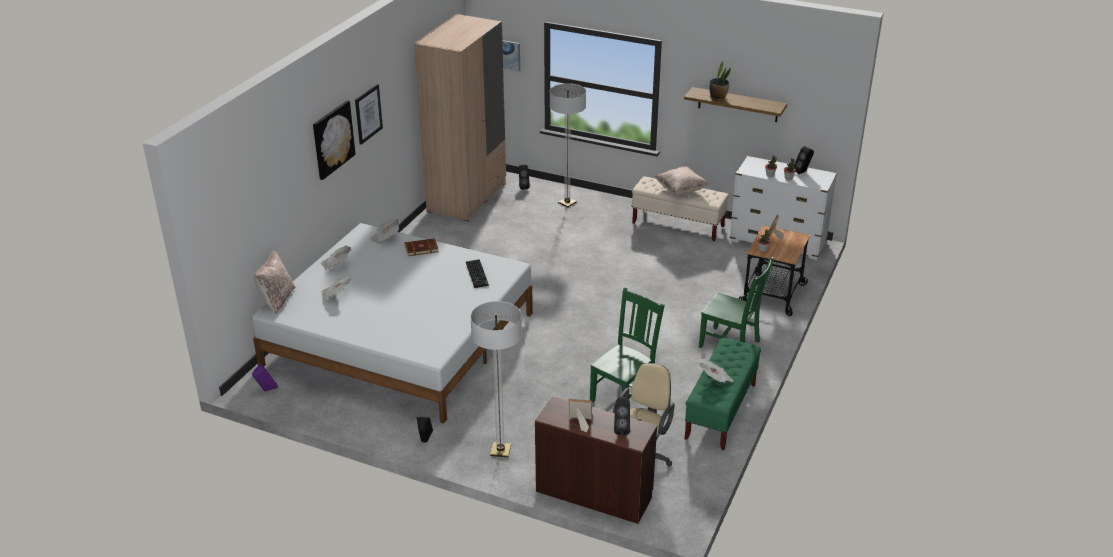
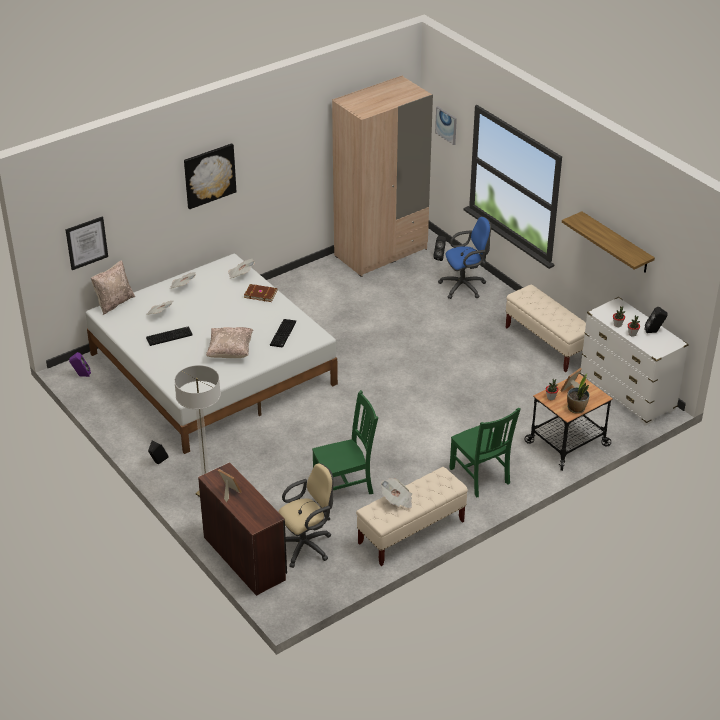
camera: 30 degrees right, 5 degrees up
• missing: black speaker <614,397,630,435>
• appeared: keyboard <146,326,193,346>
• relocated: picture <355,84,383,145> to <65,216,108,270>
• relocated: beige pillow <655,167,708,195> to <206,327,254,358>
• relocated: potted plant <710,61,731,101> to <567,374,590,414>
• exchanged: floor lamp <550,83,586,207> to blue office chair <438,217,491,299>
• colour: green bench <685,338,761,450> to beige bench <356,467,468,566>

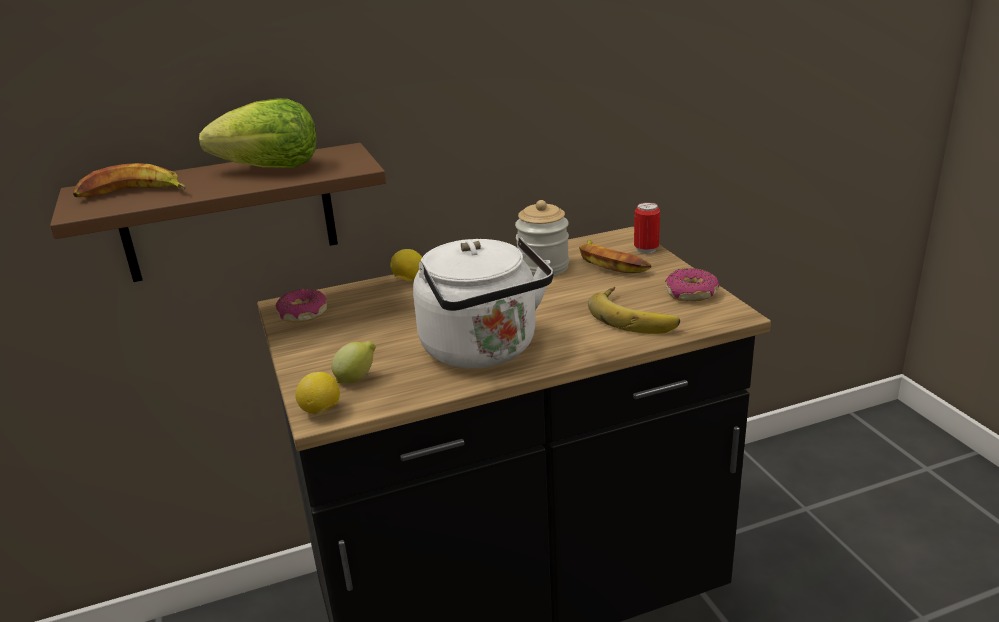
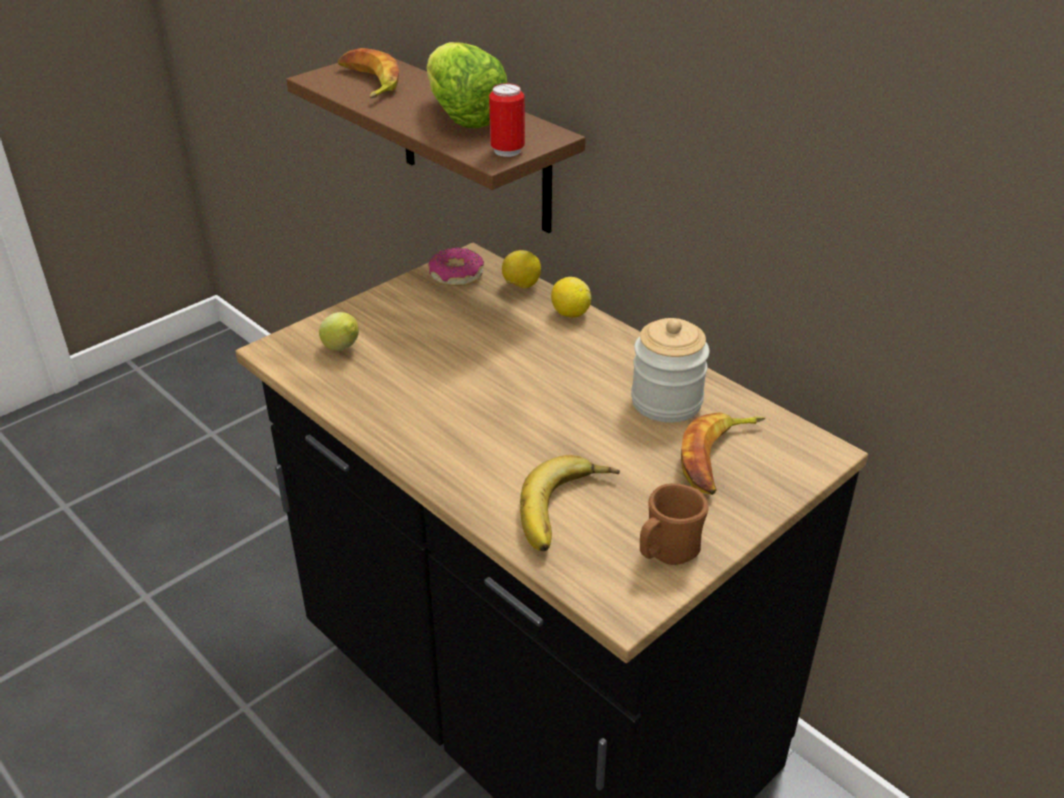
camera: 65 degrees right, 10 degrees up
• missing: white kettle <413,237,553,368>
• relocated: lemon <295,372,340,414> to <502,250,541,288>
• relocated: can <634,202,660,254> to <489,83,525,157>
• exchanged: donut <665,268,719,301> to brown mug <640,483,709,565>

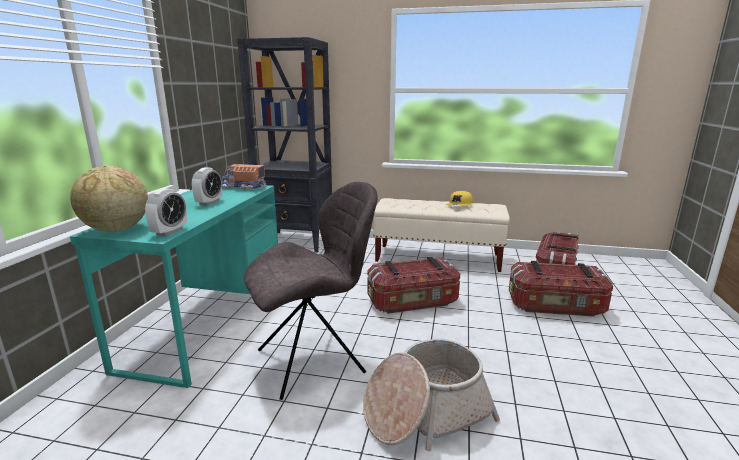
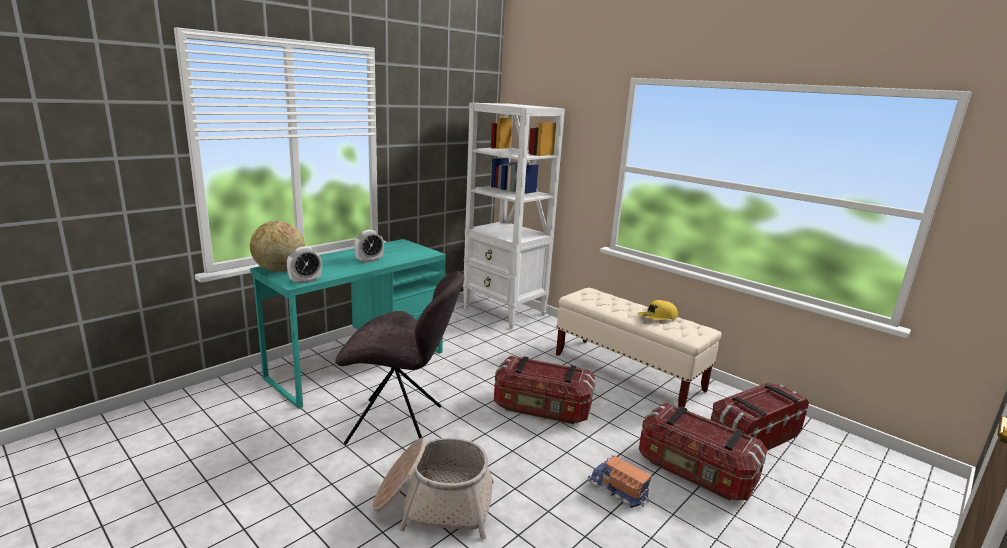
camera: 30 degrees right, 0 degrees up
• relocated: toy truck <221,164,267,190> to <588,455,652,508>
• colour: black bookcase <237,37,332,253> to white bookcase <463,103,565,329>

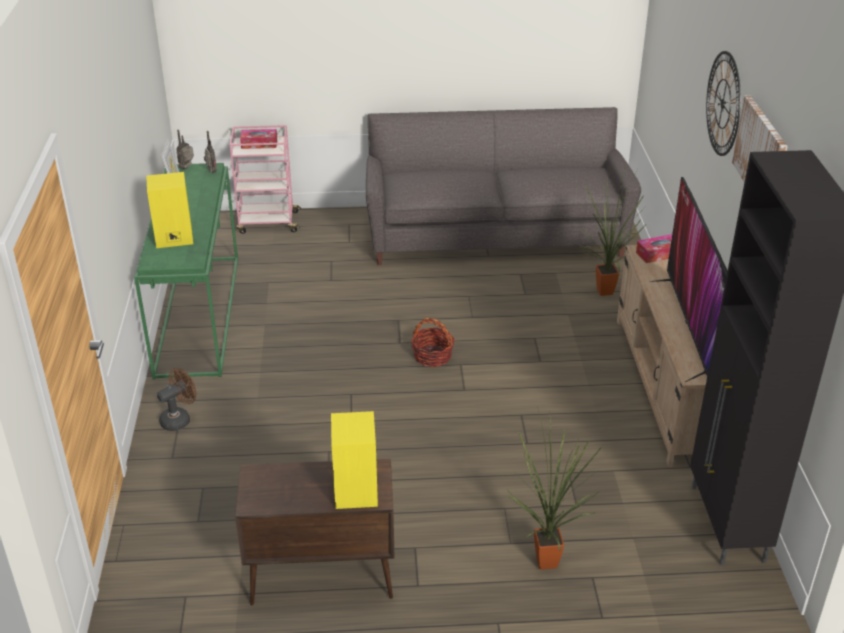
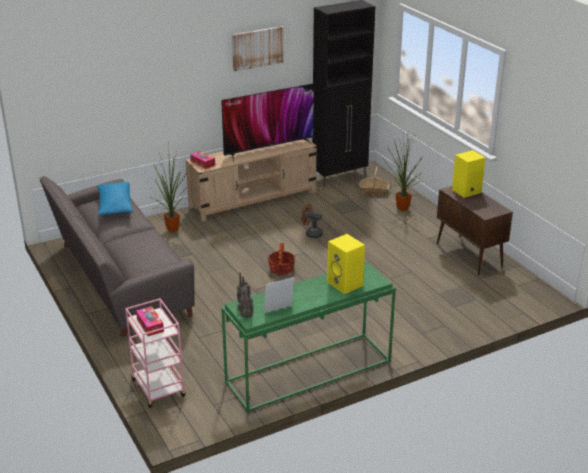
camera: 115 degrees left, 5 degrees down
• missing: wall clock <706,51,741,156>
• appeared: blue pillow <97,182,133,215>
• appeared: basket <359,166,390,195>
• relocated: brown fan <157,368,196,431> to <301,204,323,238>

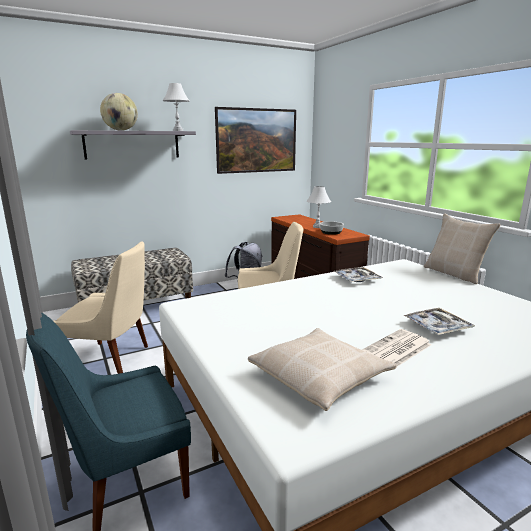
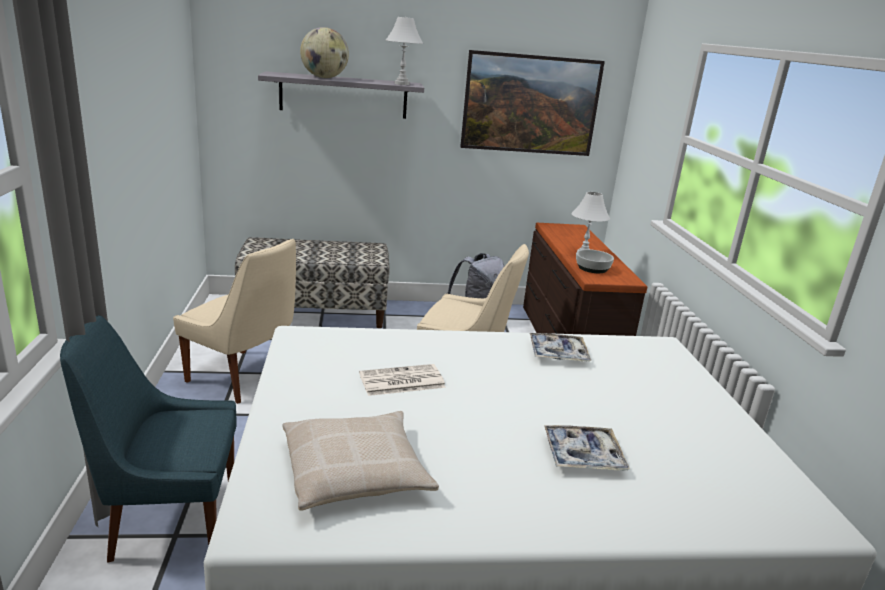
camera: 20 degrees right, 5 degrees up
• missing: beige pillow <424,213,500,284>
• relocated: newspaper <362,329,431,367> to <359,364,446,396>

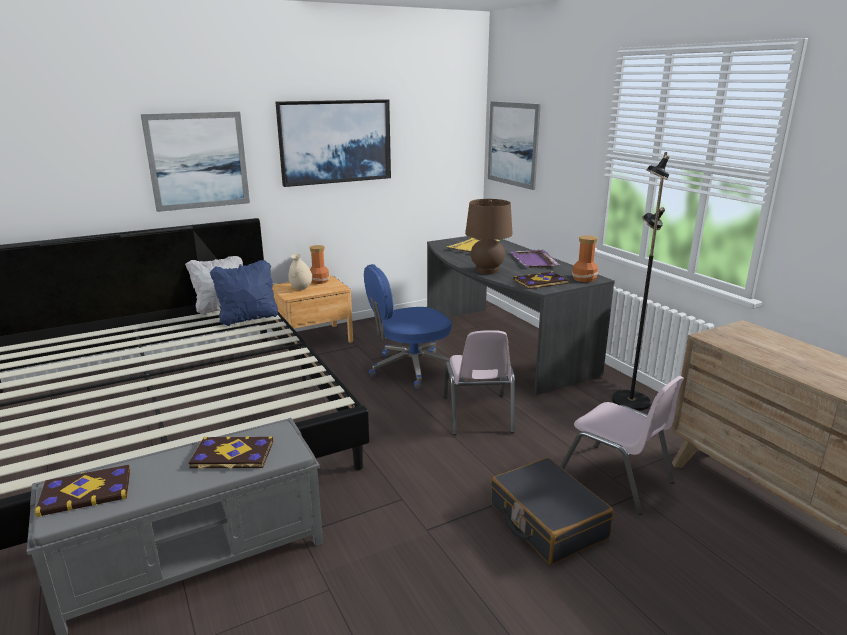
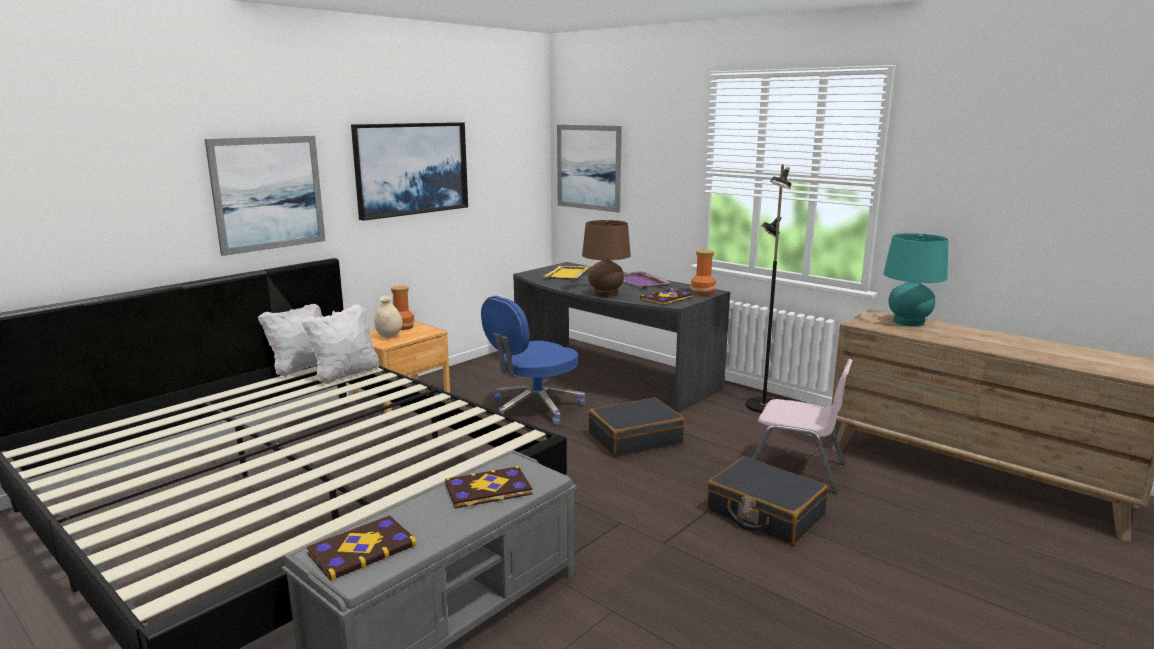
camera: 20 degrees left, 5 degrees down
• appeared: turquoise table lamp <883,233,949,327>
• exchanged: pink chair <444,330,515,435> to black suitcase <589,397,685,457>
• colour: blue pillow <210,260,278,326> to white pillow <301,304,379,385>

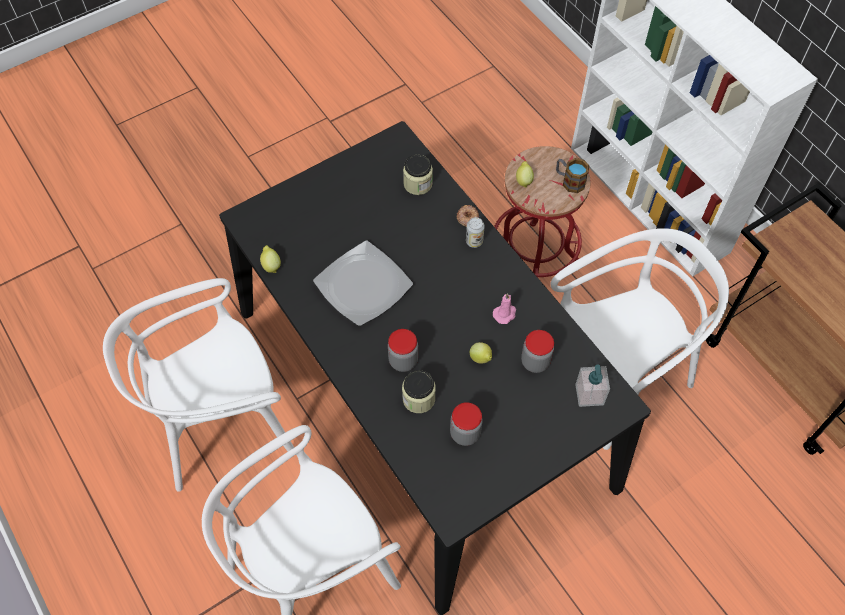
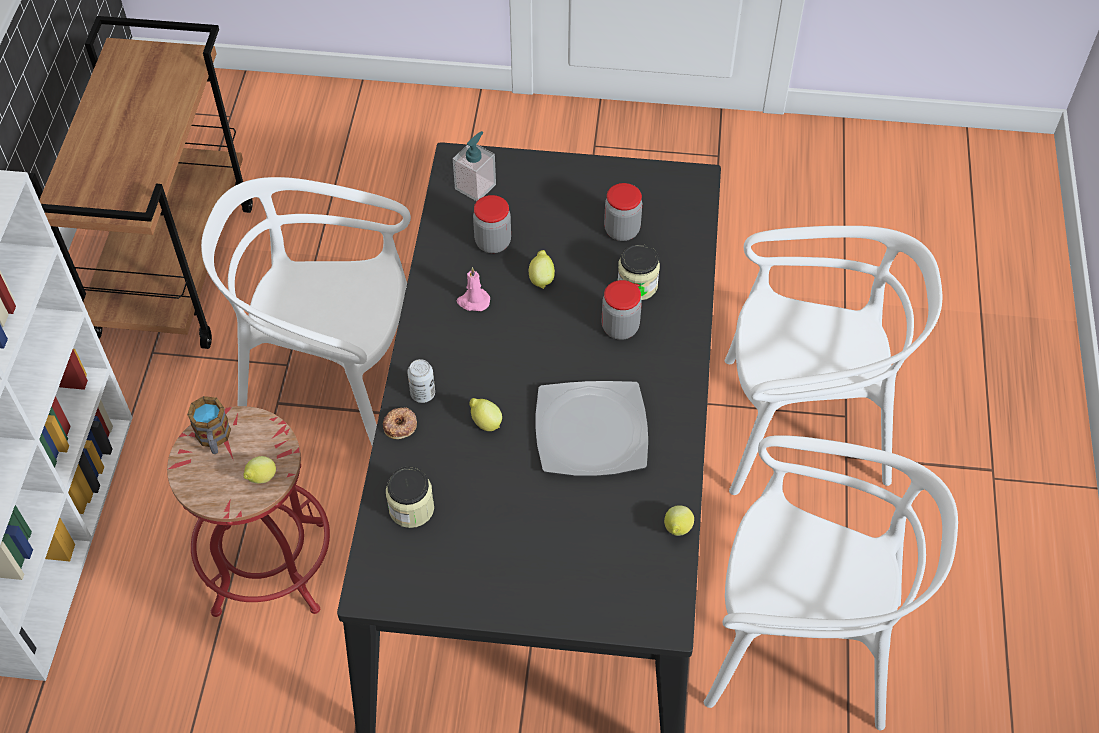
camera: 140 degrees left, 5 degrees down
• appeared: lemon <469,398,502,431>

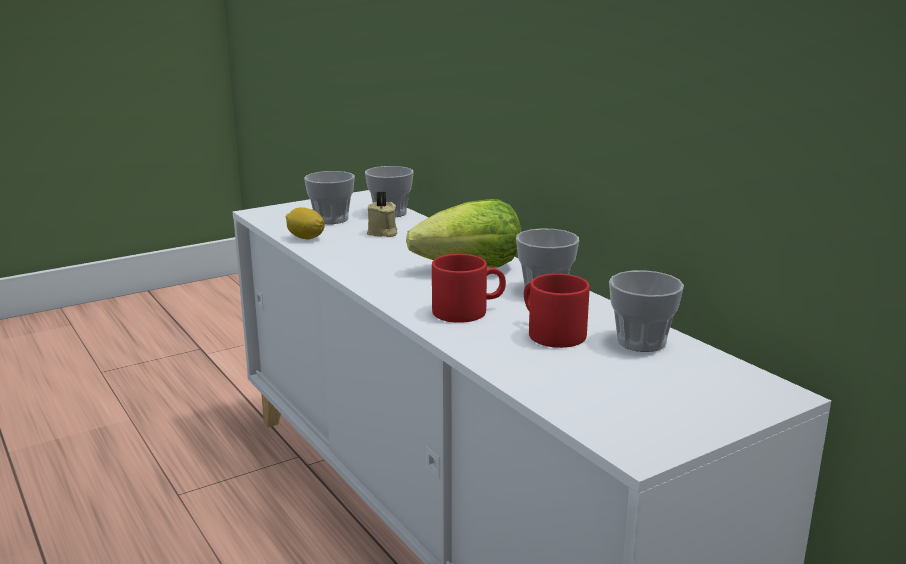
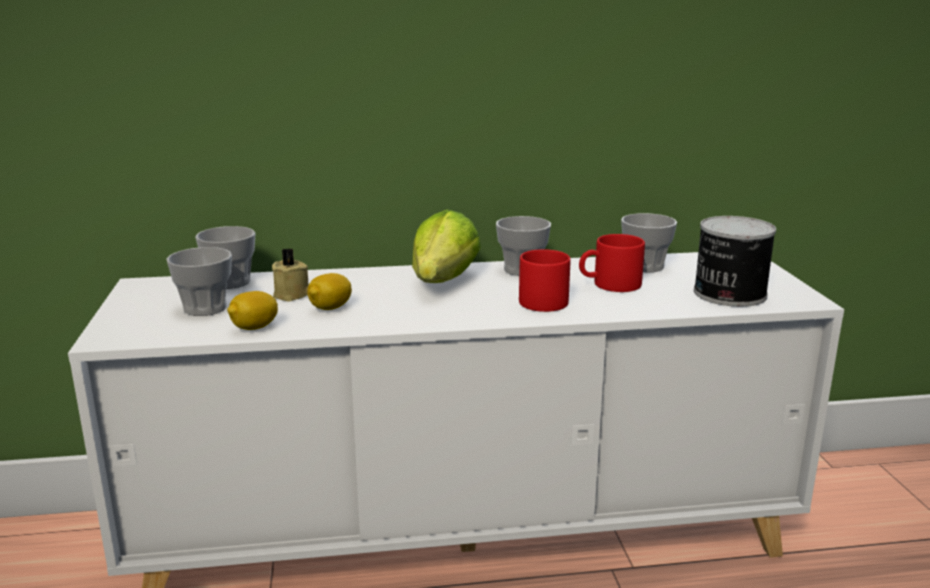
camera: 65 degrees left, 0 degrees up
• appeared: lemon <307,273,352,310>
• appeared: can <694,216,776,307>

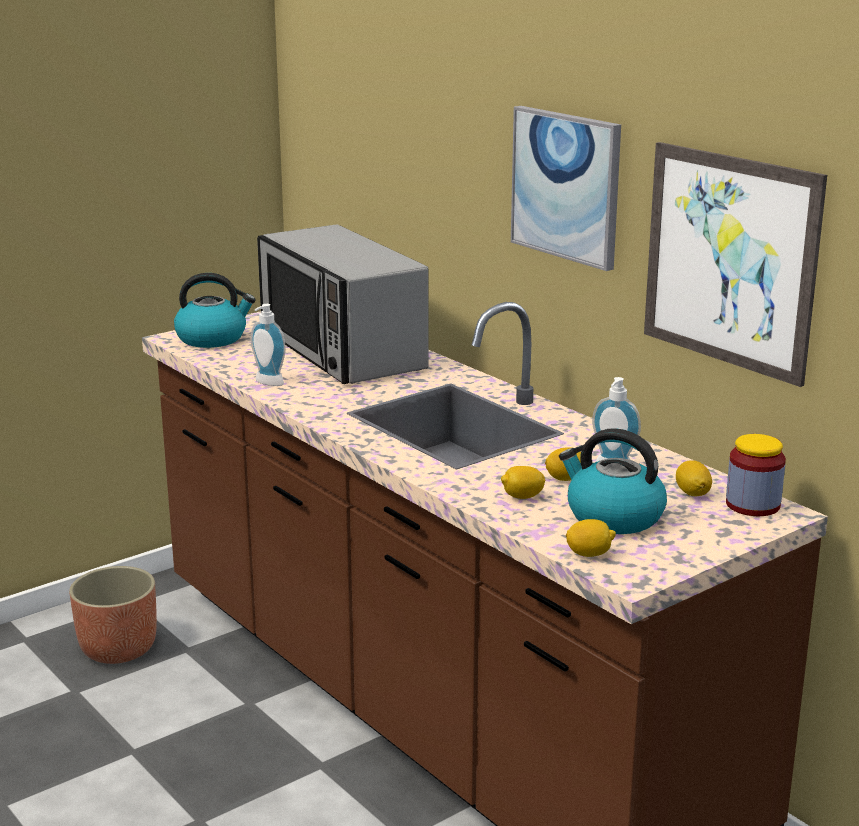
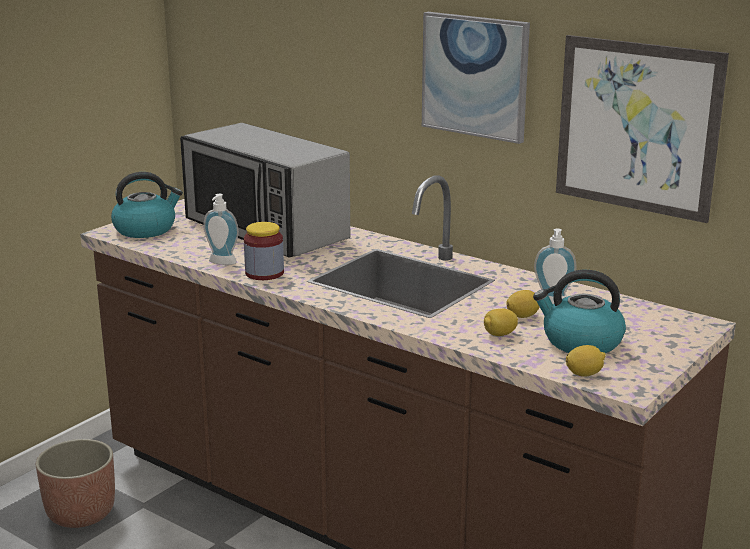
camera: 15 degrees left, 0 degrees up
• missing: lemon <676,460,712,496>
• relocated: jar <726,434,786,516> to <244,222,284,280>

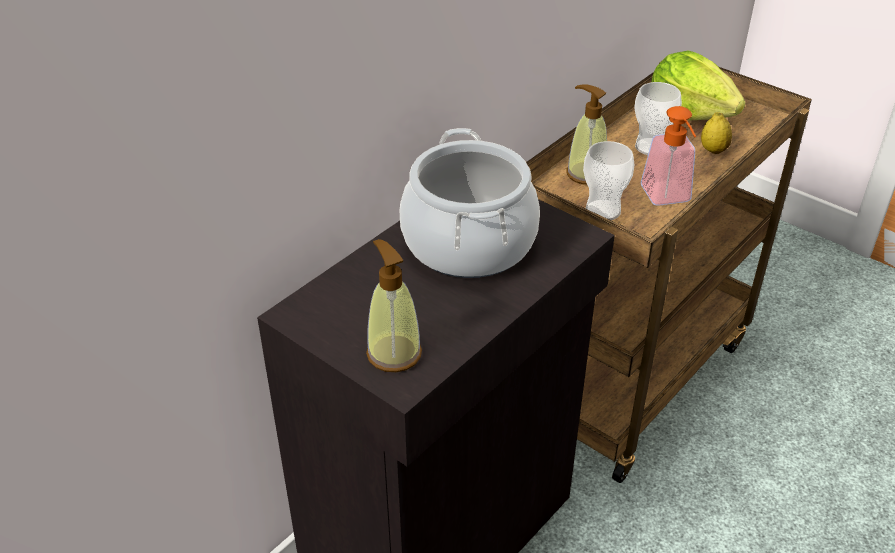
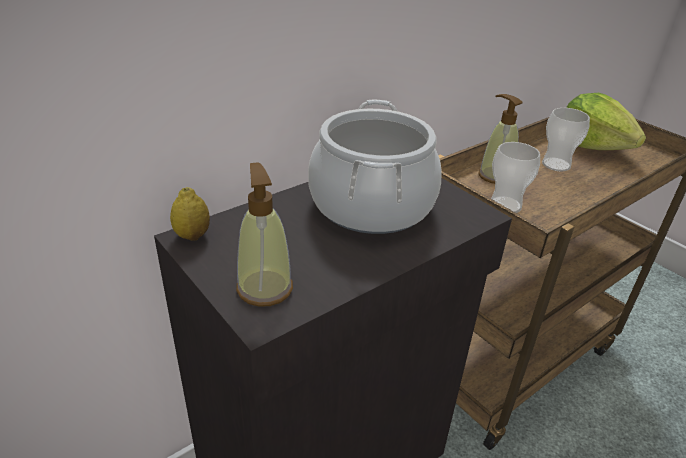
camera: 10 degrees right, 5 degrees down
• missing: soap dispenser <641,106,696,206>
• relocated: lemon <701,112,732,154> to <170,187,210,241>

